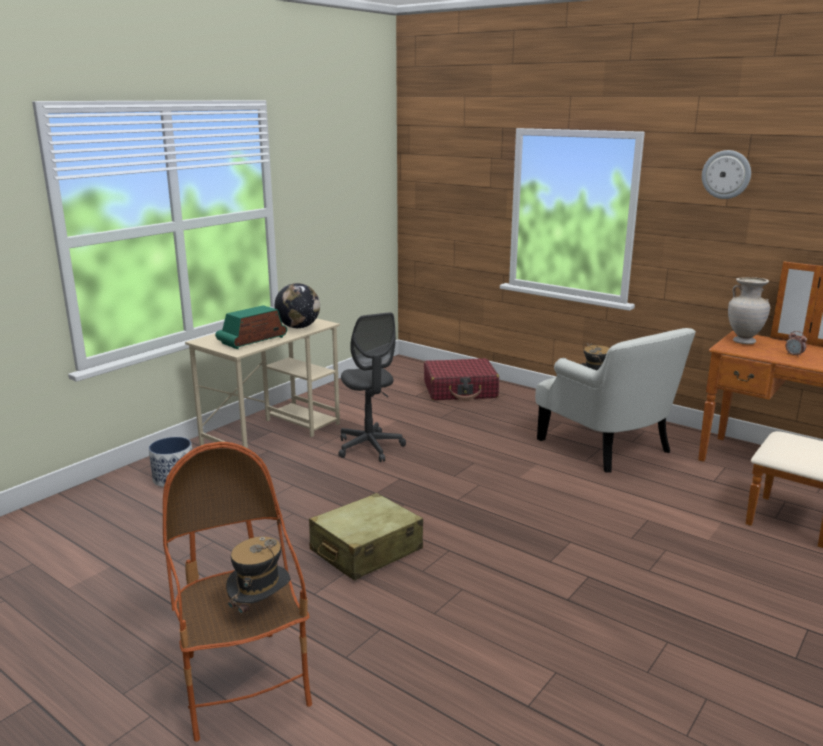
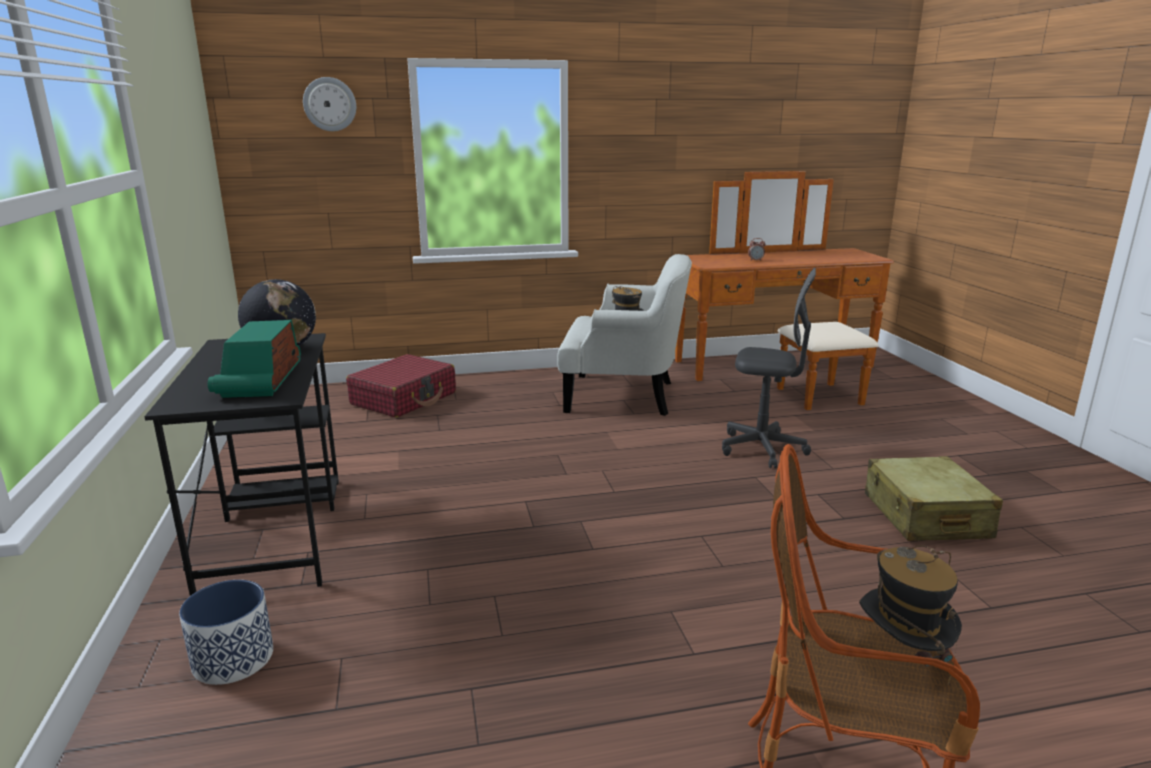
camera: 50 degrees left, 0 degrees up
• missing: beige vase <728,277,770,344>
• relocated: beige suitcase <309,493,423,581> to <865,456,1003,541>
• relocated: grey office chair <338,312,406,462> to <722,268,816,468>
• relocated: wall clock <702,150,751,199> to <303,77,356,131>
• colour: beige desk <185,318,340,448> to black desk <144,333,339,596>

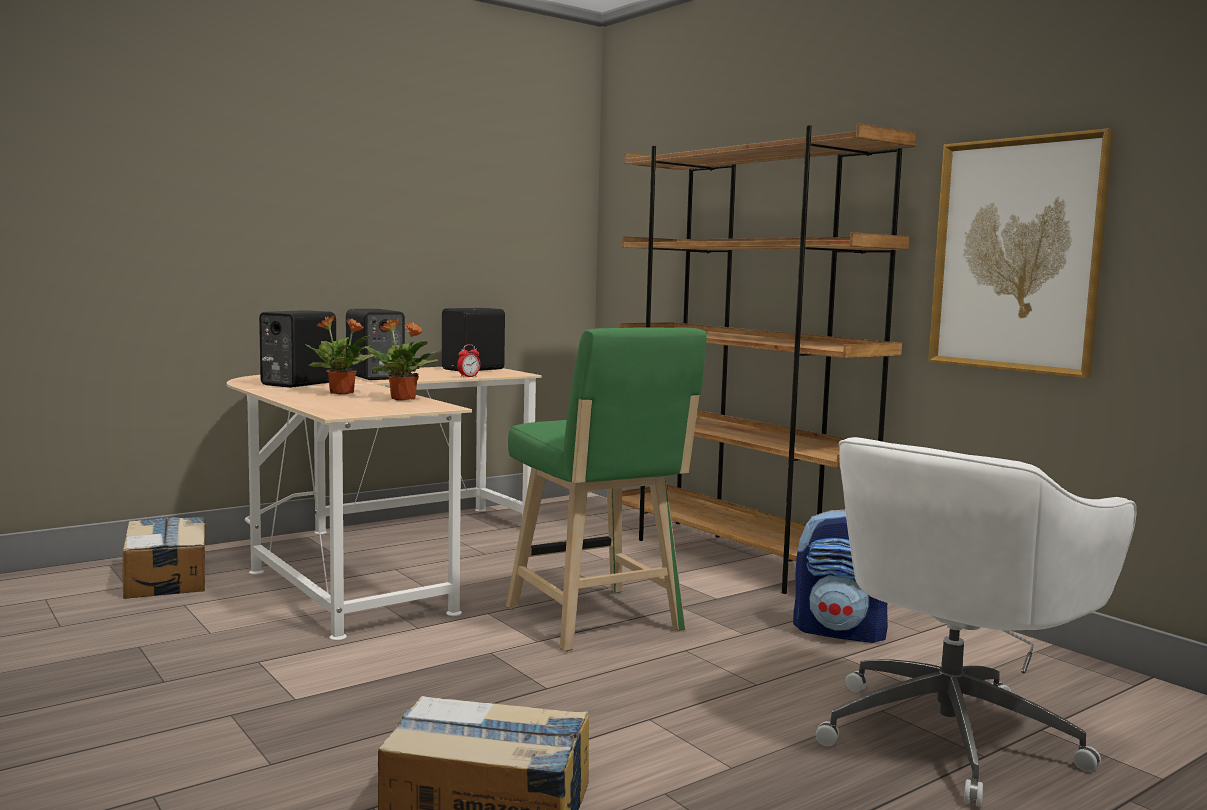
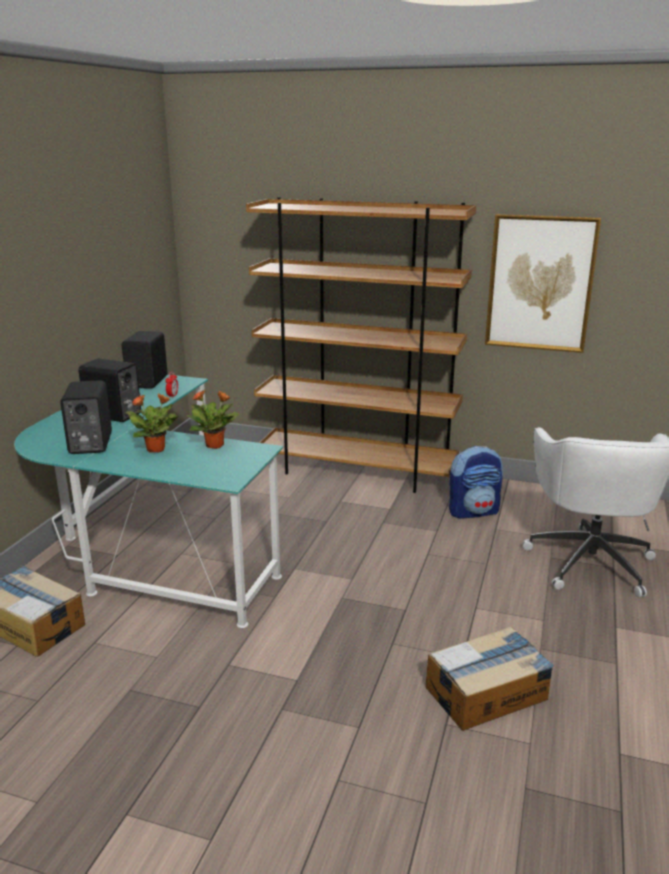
camera: 35 degrees left, 15 degrees up
• missing: green stool <506,327,707,652>
• colour: beige desk <227,367,542,641> to turquoise desk <14,375,283,628>

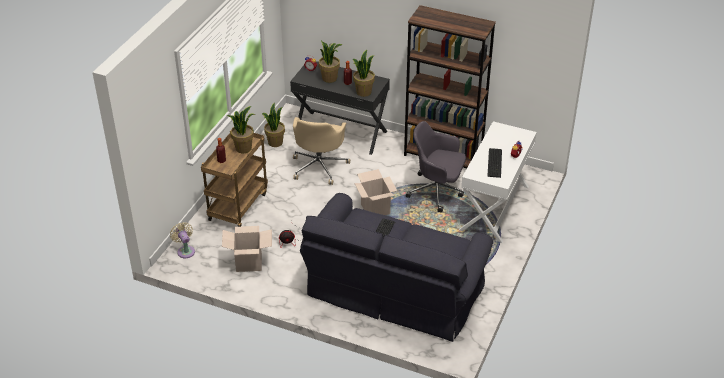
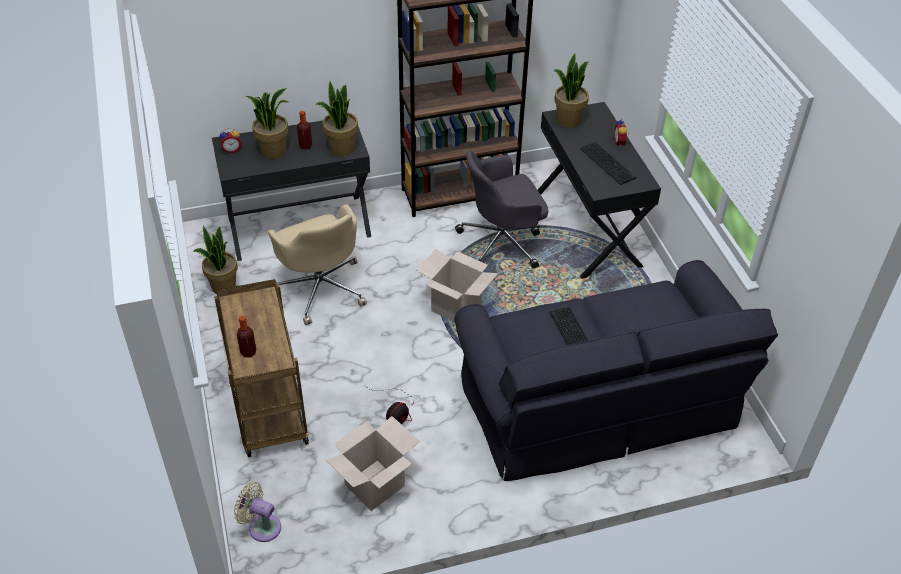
camera: 40 degrees left, 5 degrees up
• relocated: potted plant <226,106,256,153> to <553,54,589,128>
• colour: white desk <459,121,537,243> to black desk <538,102,661,279>

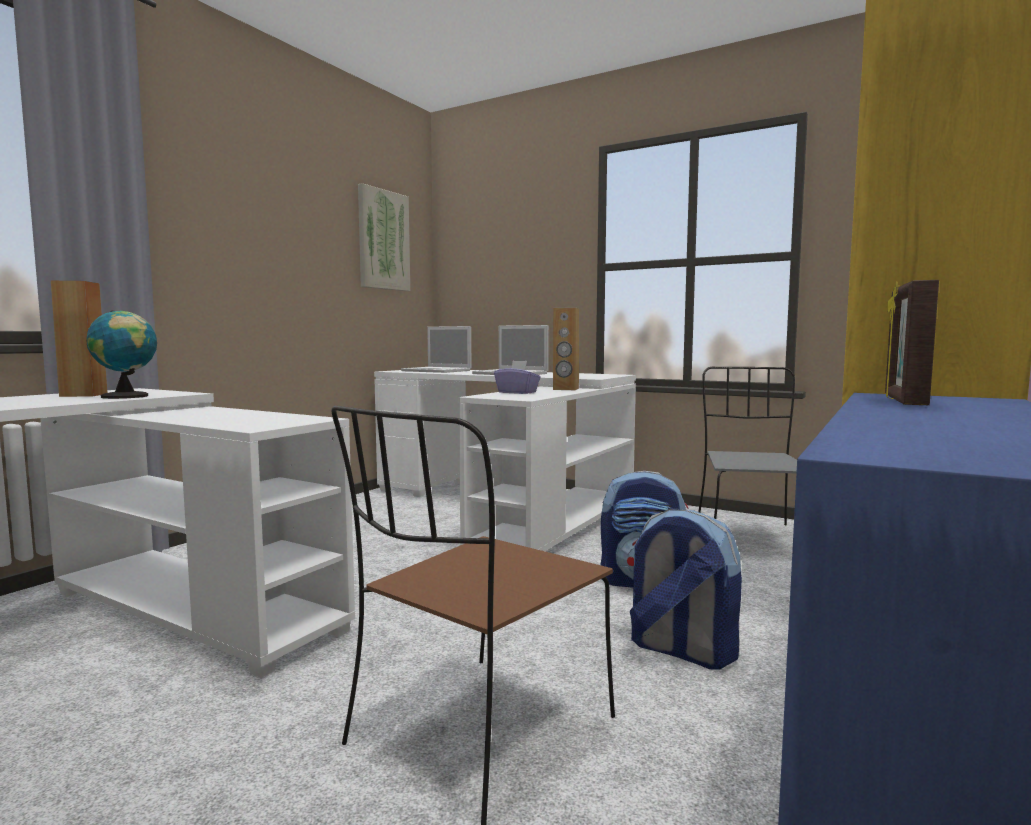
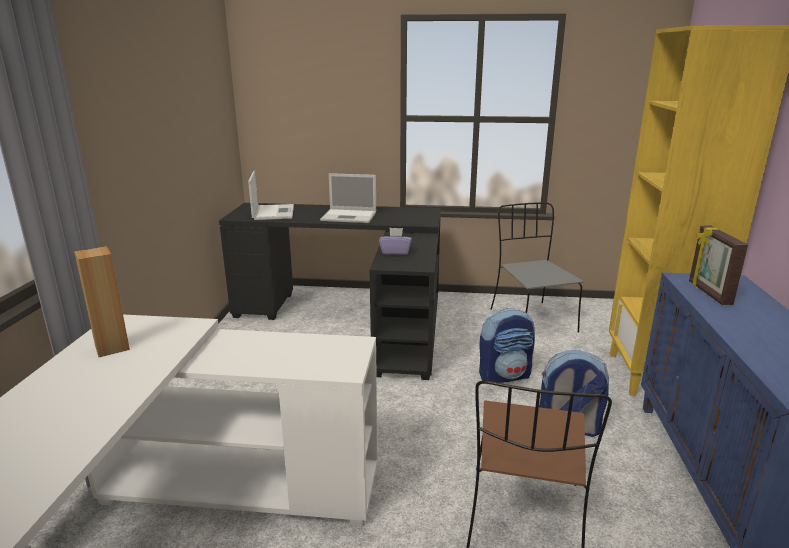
camera: 25 degrees left, 15 degrees up
• missing: globe <86,310,157,399>
• missing: picture <358,183,410,291>
• missing: brown speaker <553,307,579,390>
• colour: white desk <374,370,636,551> to black desk <219,203,441,380>
• spun: laptop <401,326,471,373> = <248,171,294,220> 105 degrees counterclockwise

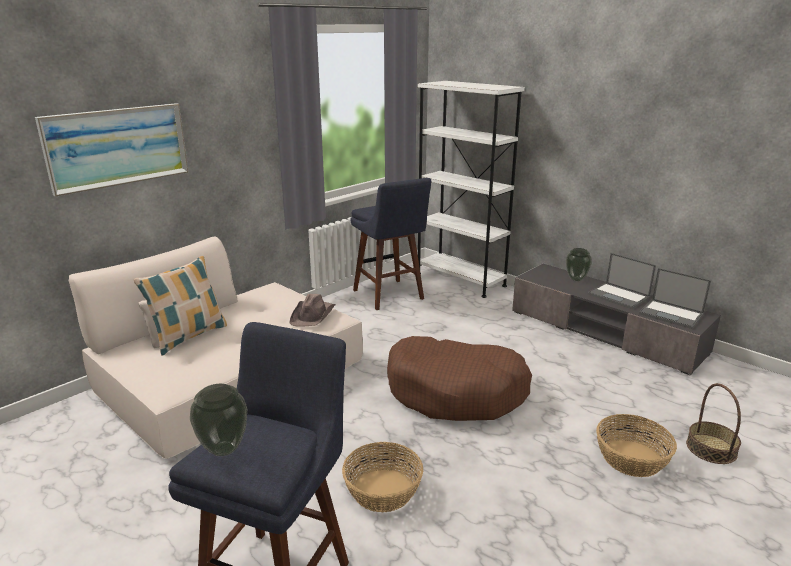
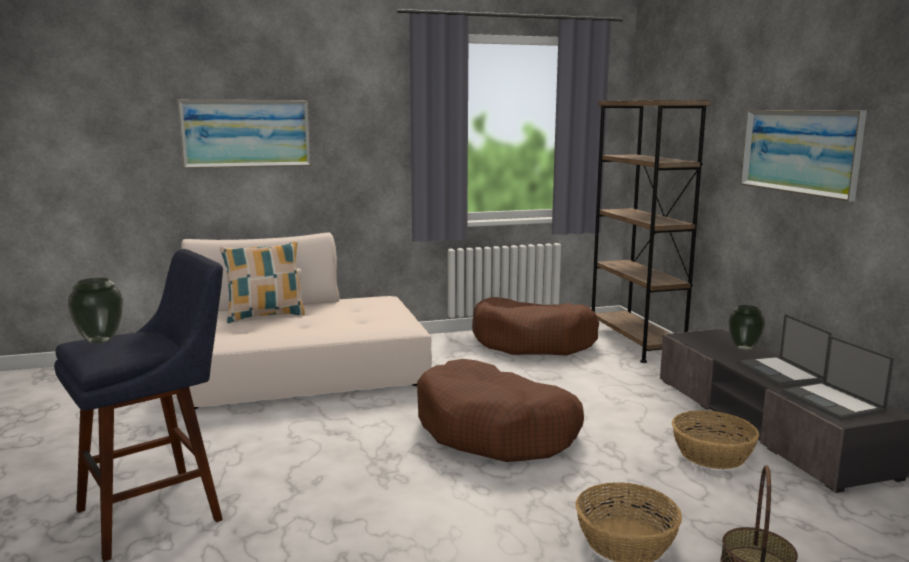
camera: 30 degrees right, 10 degrees down
• missing: brown hat <289,294,335,327>
• appeared: picture <740,110,867,201>
• relocated: basket <342,442,423,512> to <672,410,759,469>
• exchanged: blue stool <351,178,431,310> to brown dog bed <472,297,599,355>
• colour: white bookcase <418,81,525,298> to brown bookcase <592,100,710,363>

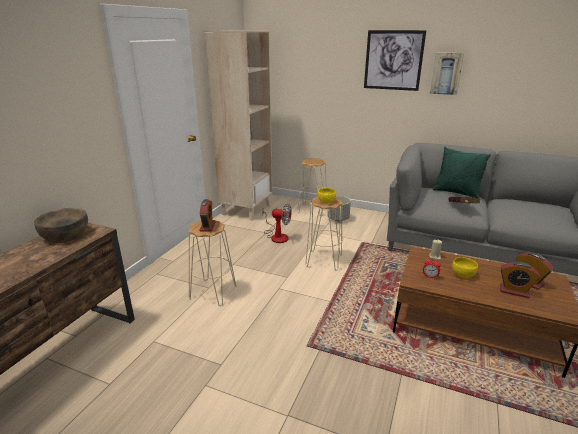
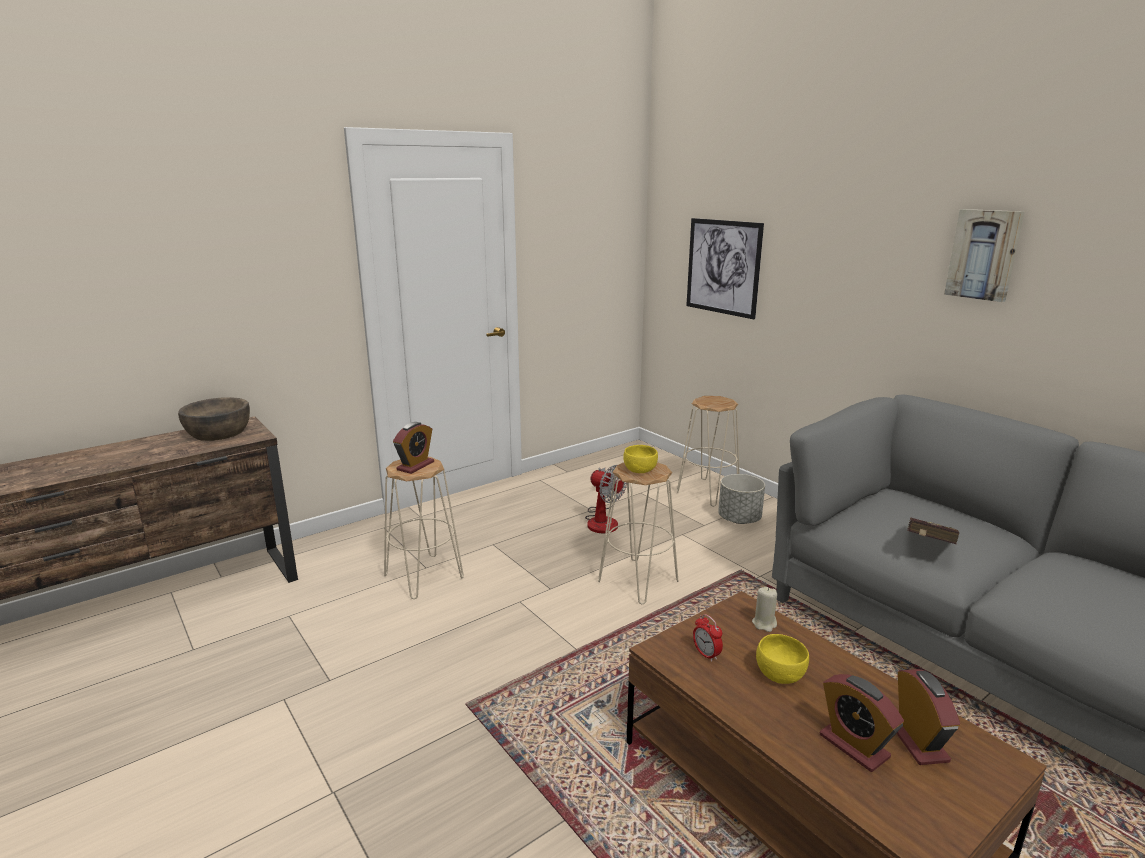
camera: 30 degrees right, 5 degrees down
• missing: beige bookcase <204,30,272,221>
• missing: green pillow <432,147,491,198>
• relocated: picture <364,30,426,91> to <686,218,764,319>

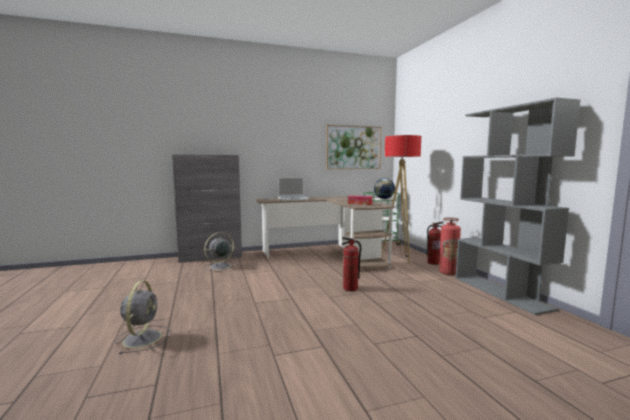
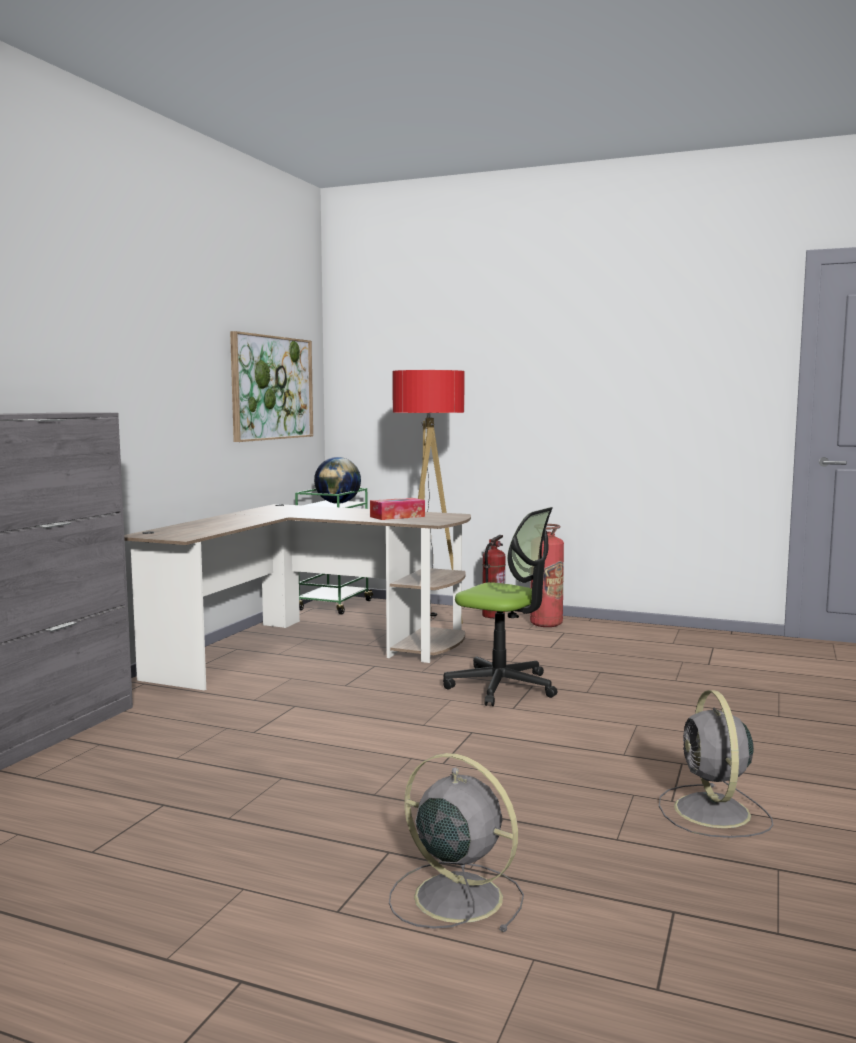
camera: 50 degrees left, 0 degrees up
• missing: laptop <278,177,309,201>
• missing: grey bookcase <455,97,581,315>
• relocated: grey fan <204,232,237,272> to <659,690,773,838>
• exchanged: fire extinguisher <341,237,361,291> to office chair <443,507,558,706>

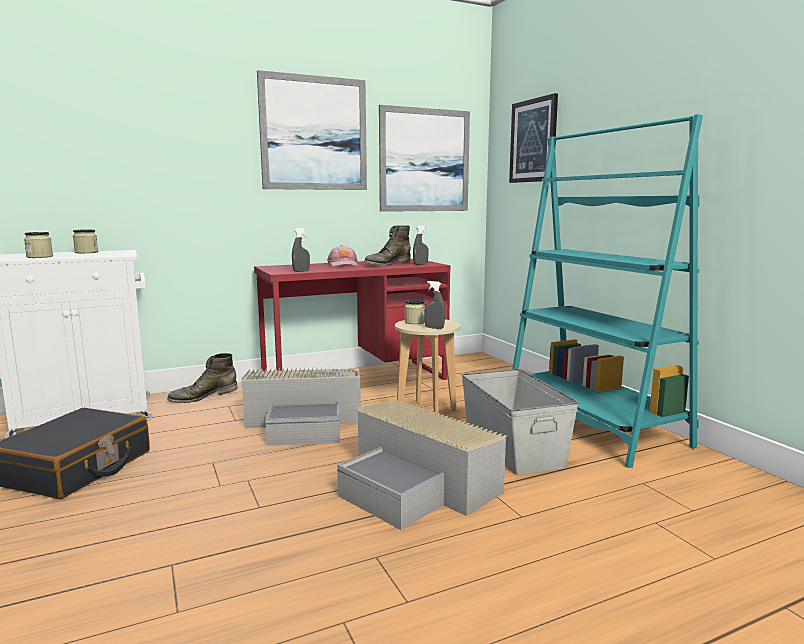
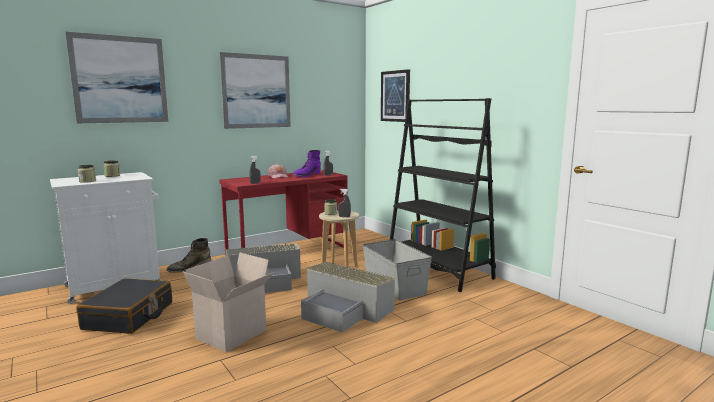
camera: 10 degrees left, 0 degrees up
• appeared: cardboard box <183,252,274,352>
• relocated: picture <379,105,470,212> to <65,32,168,123>
• colour: green boot <363,225,411,266> to purple boot <293,150,321,177>
• colour: turquoise bookcase <512,114,703,468> to black bookcase <390,98,496,292>

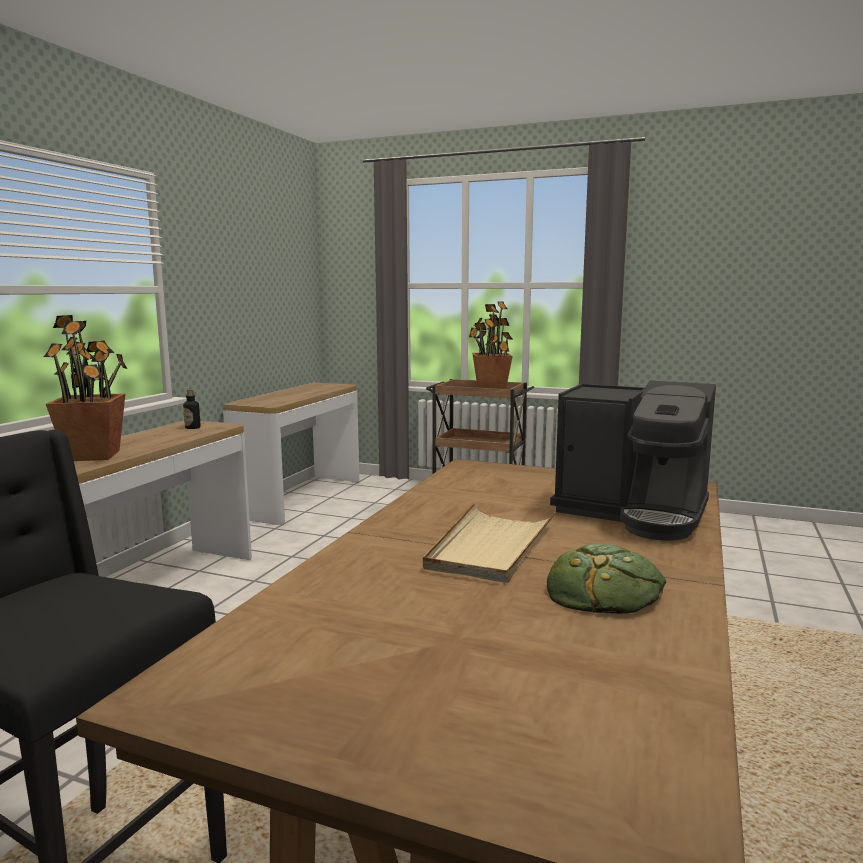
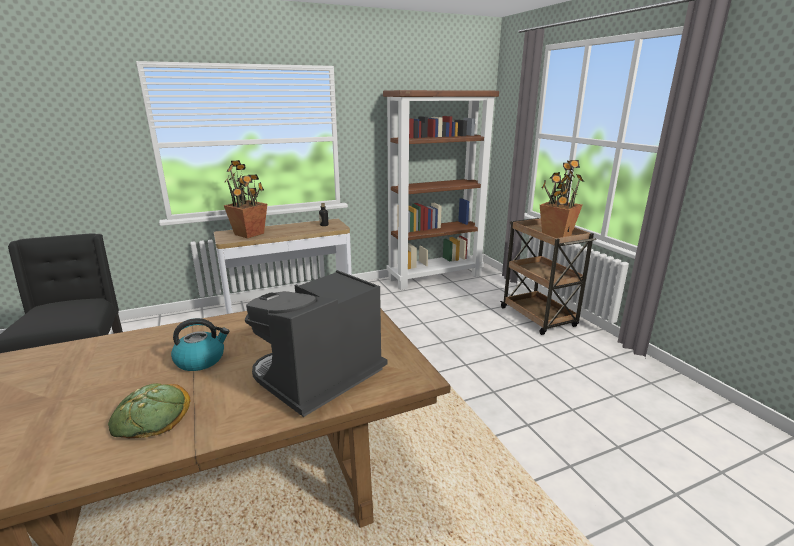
camera: 45 degrees right, 10 degrees up
• exchanged: console table <223,382,359,525> to brown bookcase <383,90,499,290>
• exchanged: beige tray <423,502,555,583> to kettle <171,318,229,371>
• spun: coffee machine <550,381,716,541> = <245,270,387,417> 60 degrees clockwise

